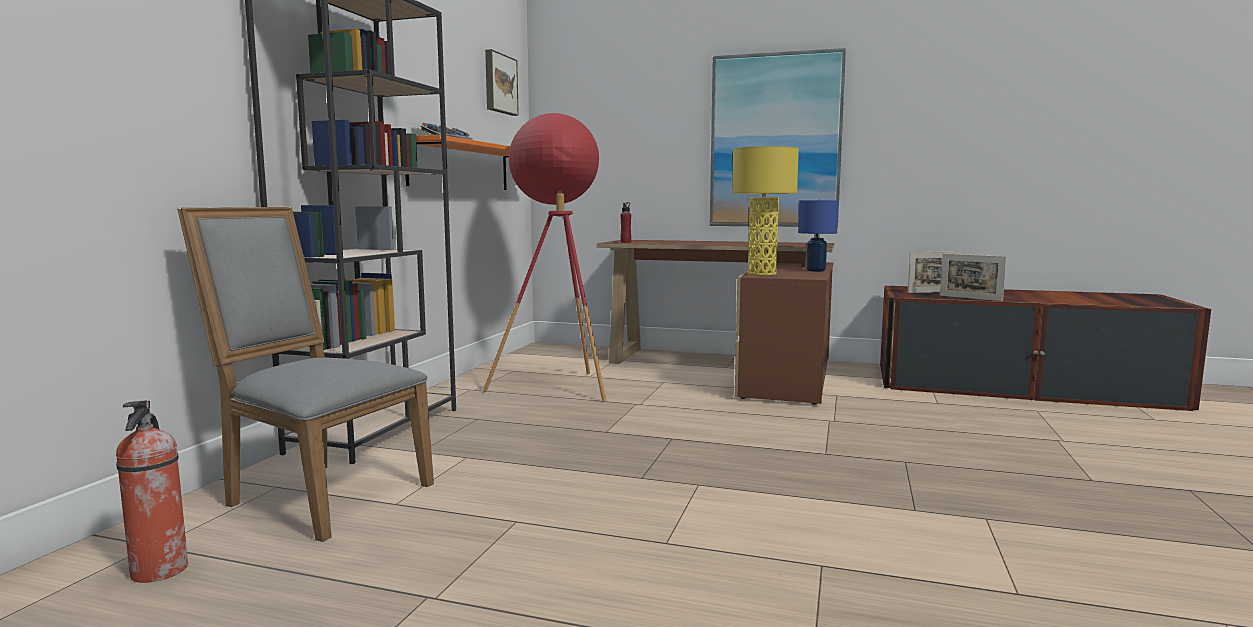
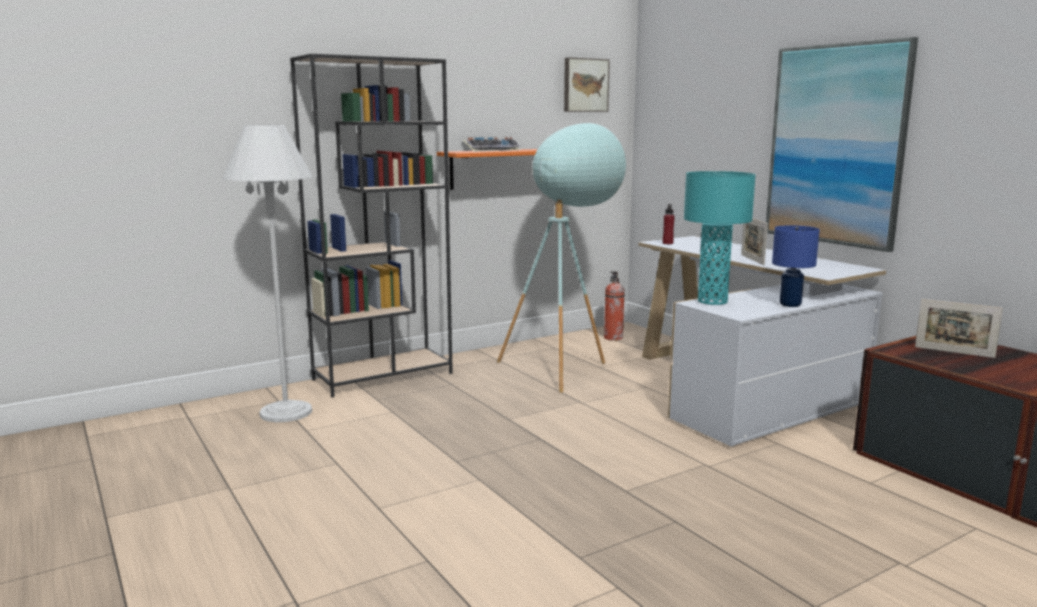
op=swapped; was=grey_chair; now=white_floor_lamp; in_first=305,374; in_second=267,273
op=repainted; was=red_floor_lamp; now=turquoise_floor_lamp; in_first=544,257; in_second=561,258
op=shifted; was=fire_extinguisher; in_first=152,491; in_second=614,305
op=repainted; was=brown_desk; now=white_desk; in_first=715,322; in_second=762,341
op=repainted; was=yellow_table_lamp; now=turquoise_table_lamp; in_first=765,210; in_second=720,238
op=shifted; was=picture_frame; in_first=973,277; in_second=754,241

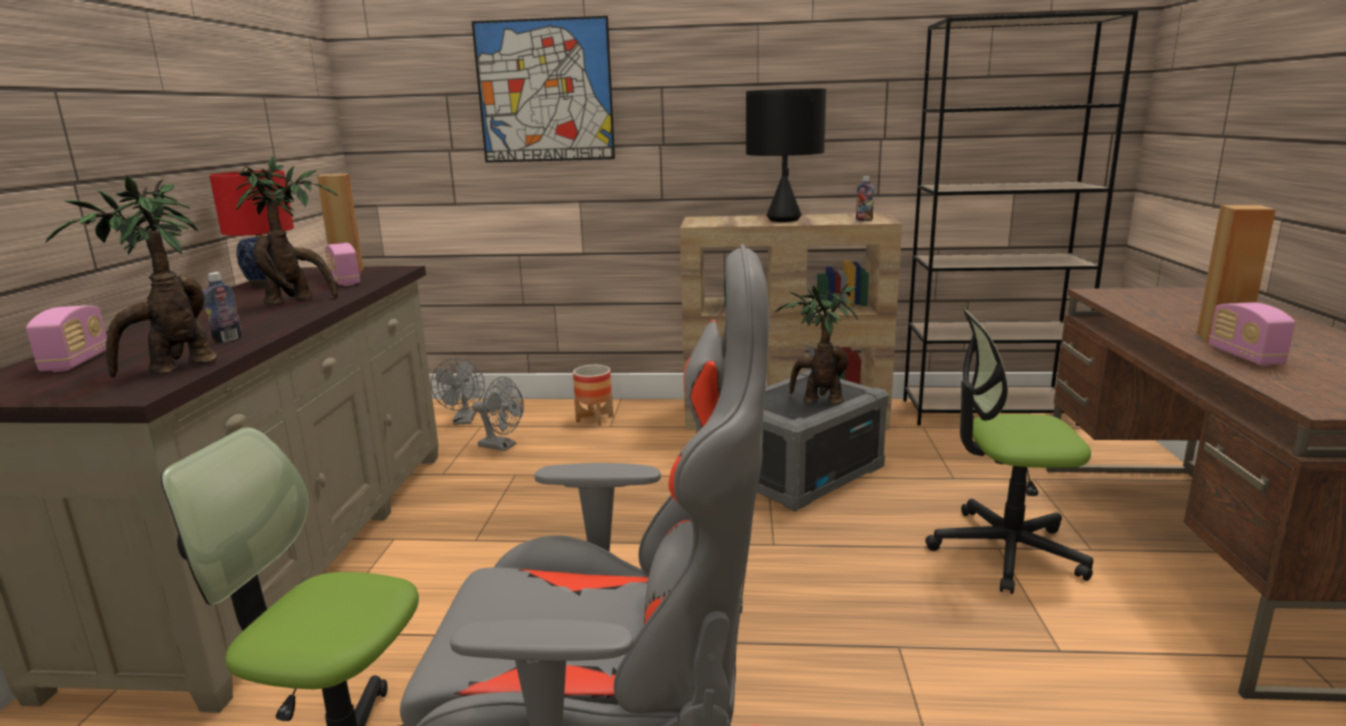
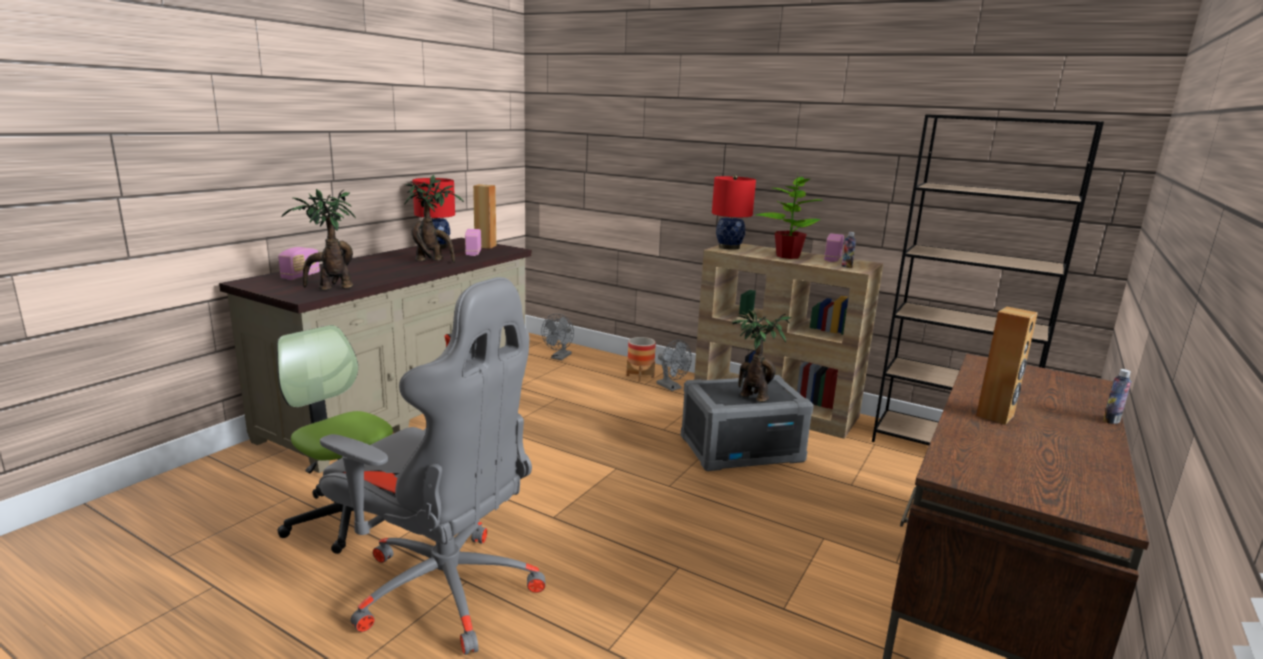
op=shifted; was=grey_fan; in_first=498,414; in_second=674,365
op=new; now=red_table_lamp; in_second=734,212
op=swapped; was=black_table_lamp; now=potted_plant; in_first=786,155; in_second=789,215
op=shifted; was=radio; in_first=1252,334; in_second=834,247
op=shifted; was=bottle; in_first=222,307; in_second=1117,396
op=gone; was=picture; in_first=543,89
op=gone; was=office_chair; in_first=1009,451

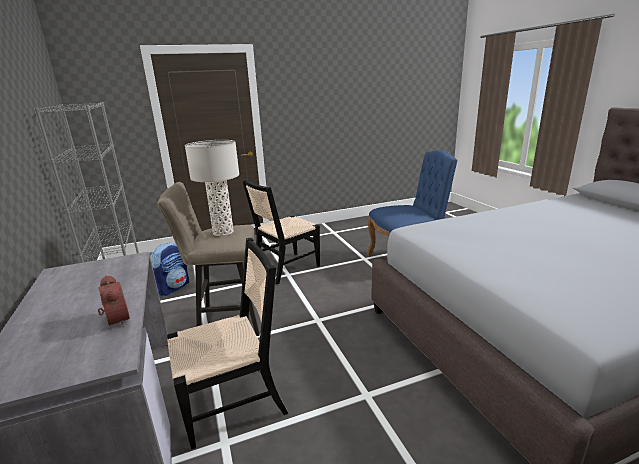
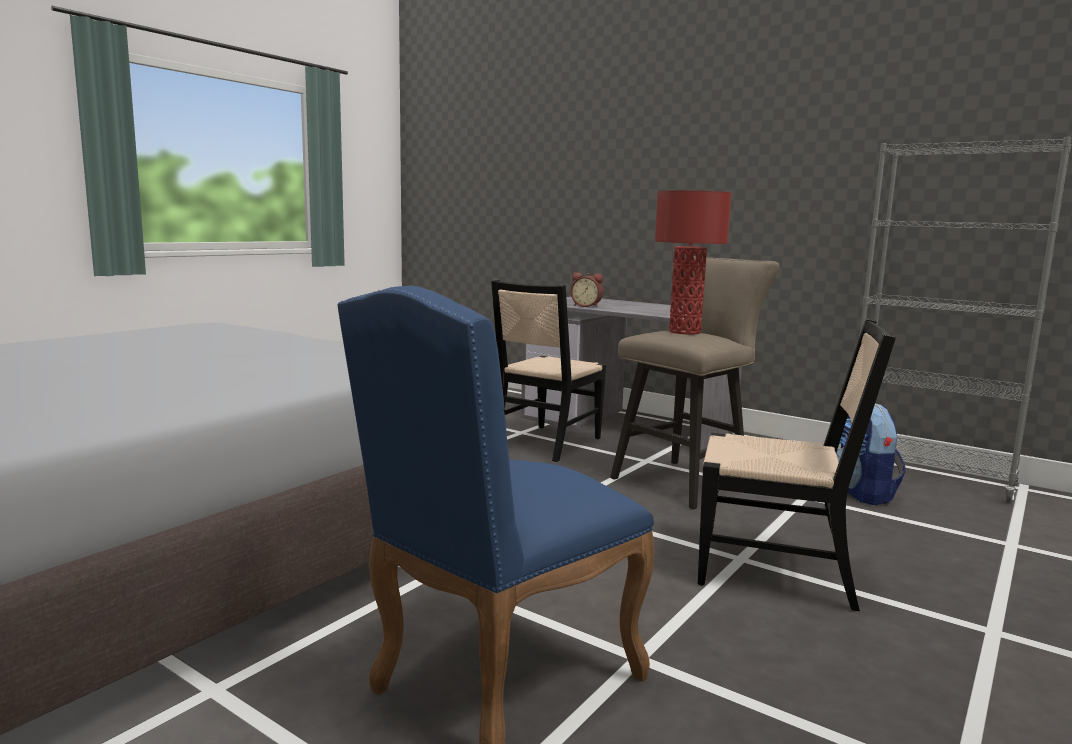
op=repainted; was=white_table_lamp; now=red_table_lamp; in_first=212,188; in_second=693,263
op=rotated; was=chair; in_first=281,231; in_second=797,464; clockwise=90

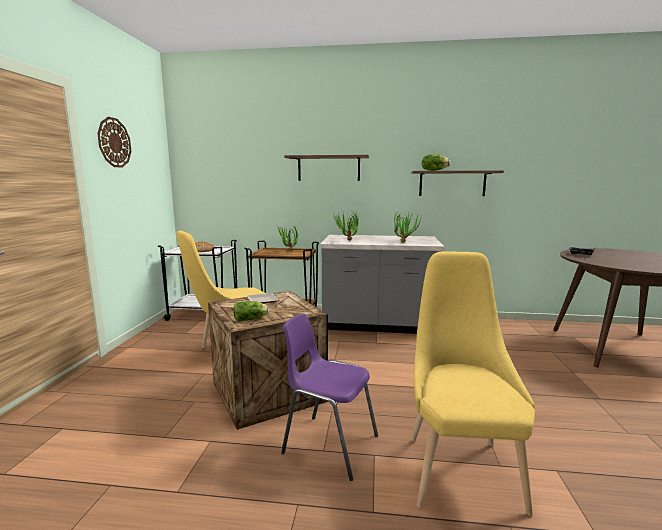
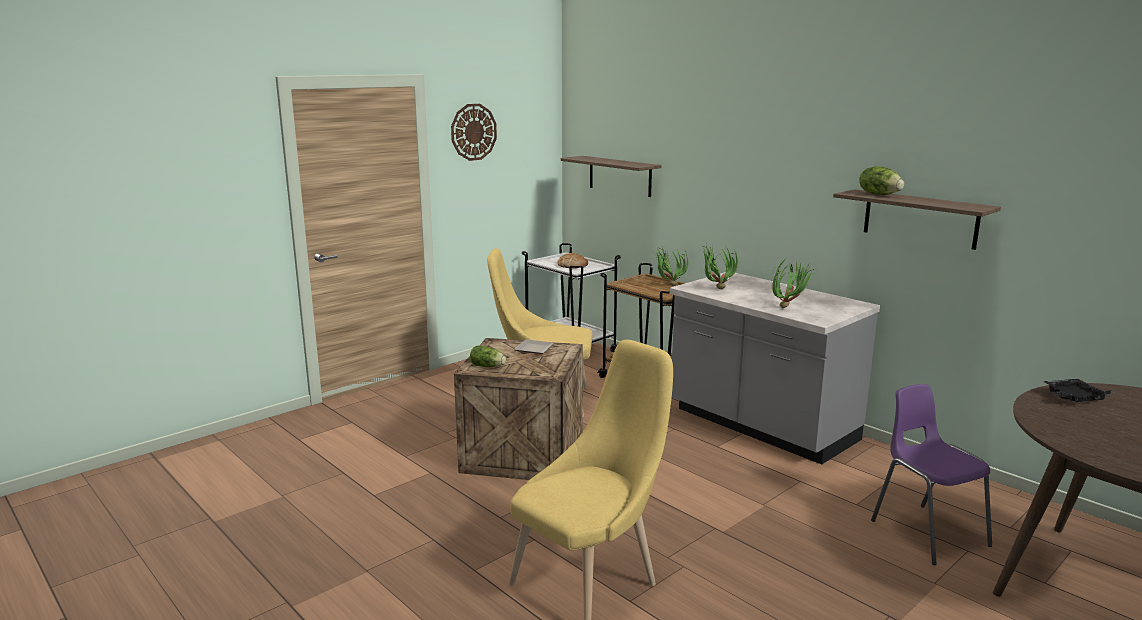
op=shifted; was=shelf; in_first=326,168; in_second=611,176
op=shifted; was=purple_chair; in_first=329,397; in_second=931,474

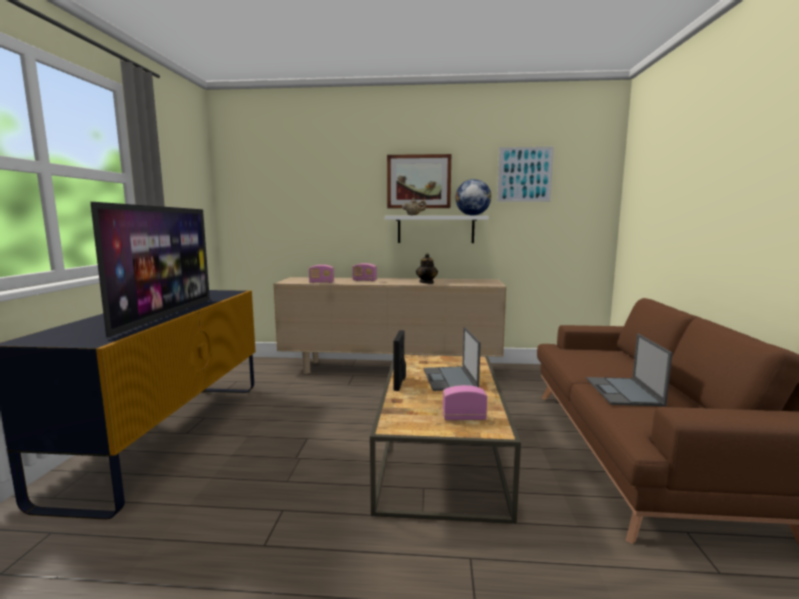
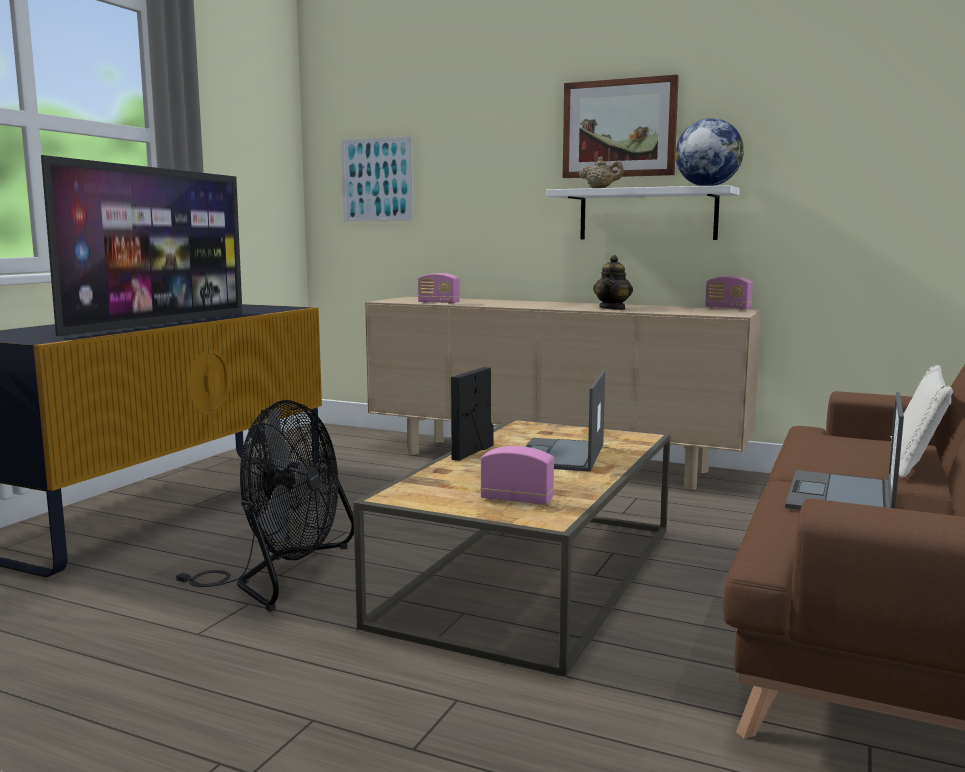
op=new; now=black_fan; in_second=265,506
op=shifted; was=picture; in_first=525,174; in_second=377,179
op=shifted; was=radio; in_first=364,272; in_second=729,293
op=new; now=white_pillow; in_second=921,421

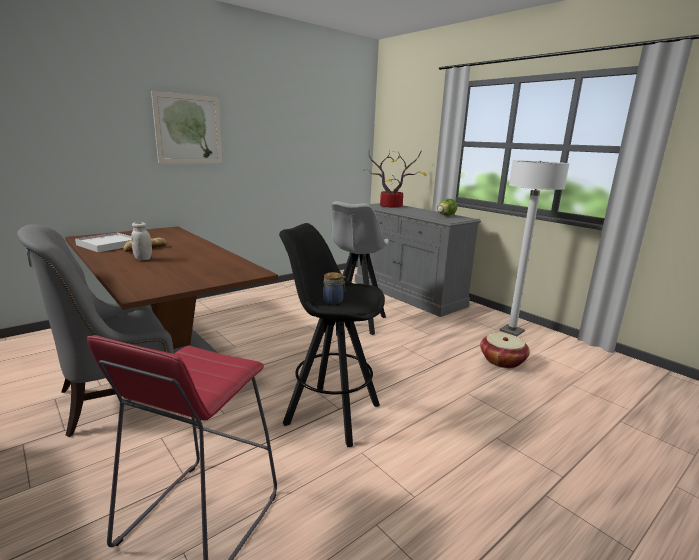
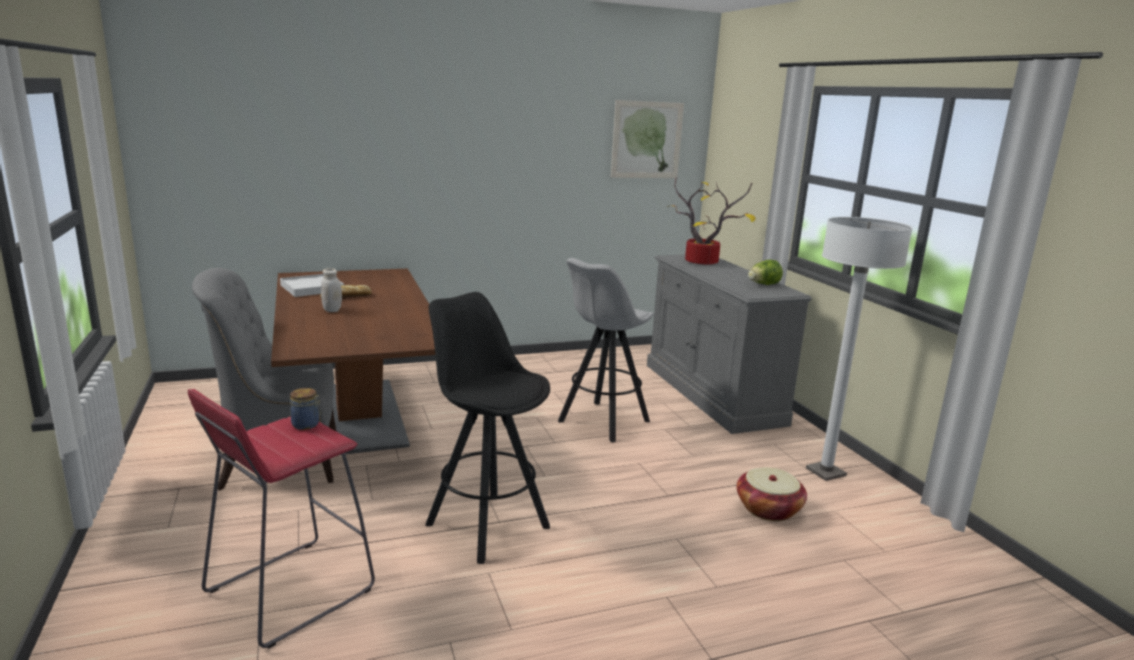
op=shifted; was=jar; in_first=334,288; in_second=305,409
op=shifted; was=picture; in_first=186,127; in_second=647,139

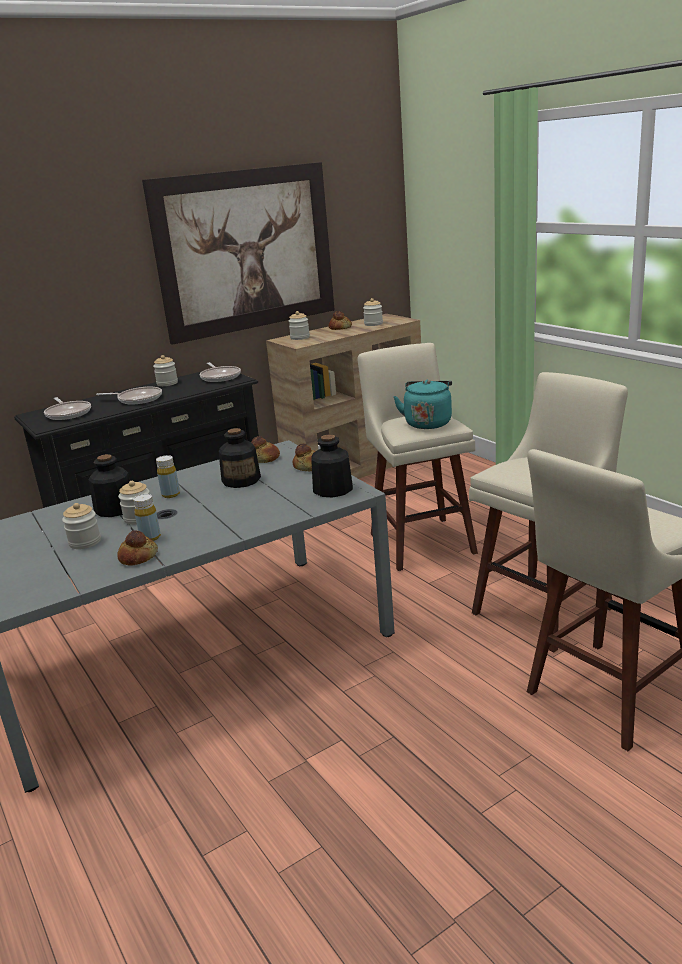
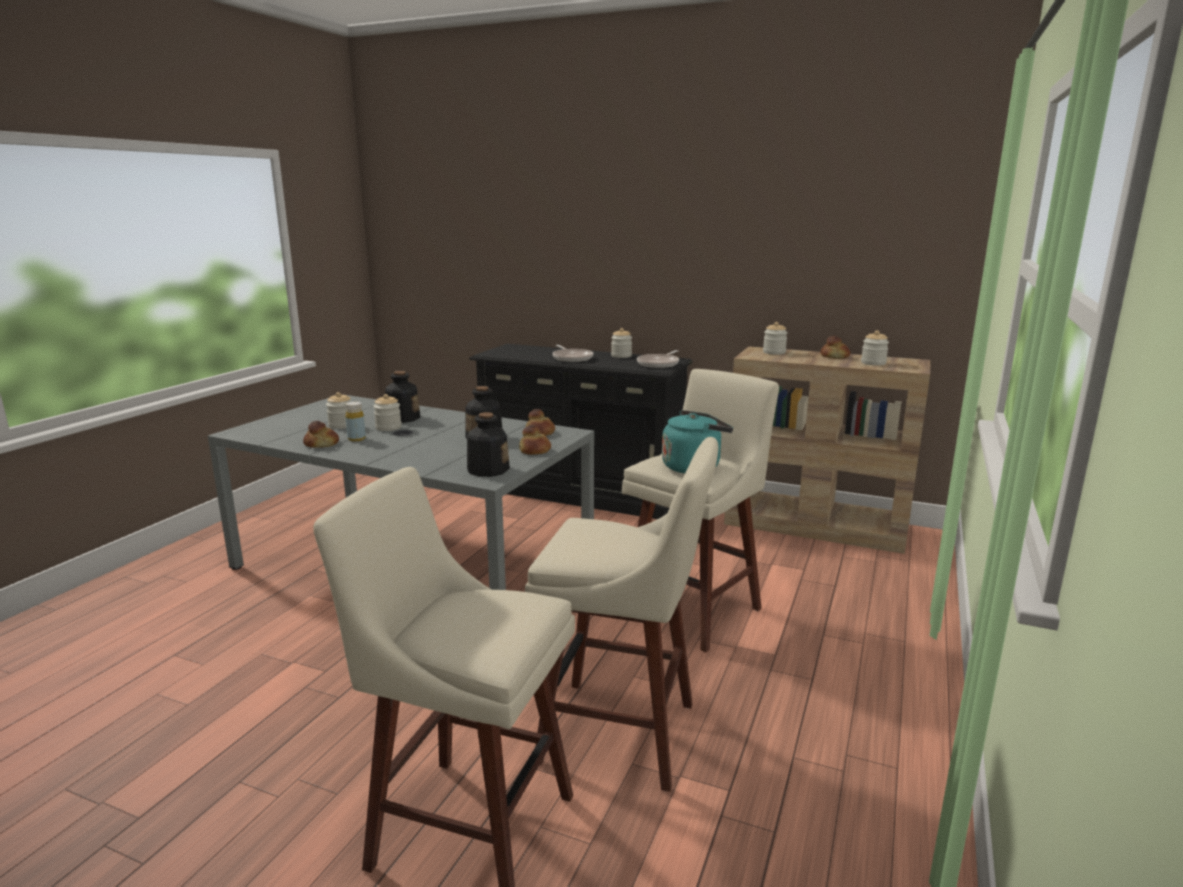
op=gone; was=frying_pan; in_first=67,408
op=gone; was=picture; in_first=238,253
op=gone; was=yellow_bottle; in_first=168,476

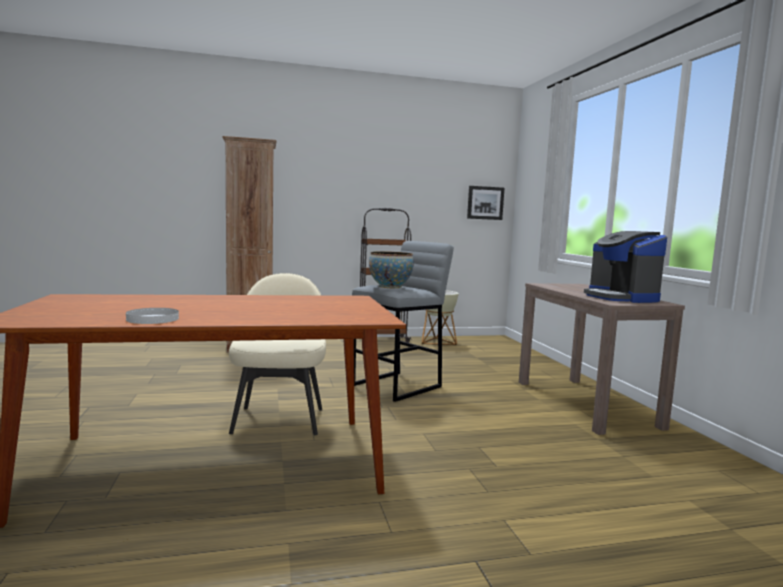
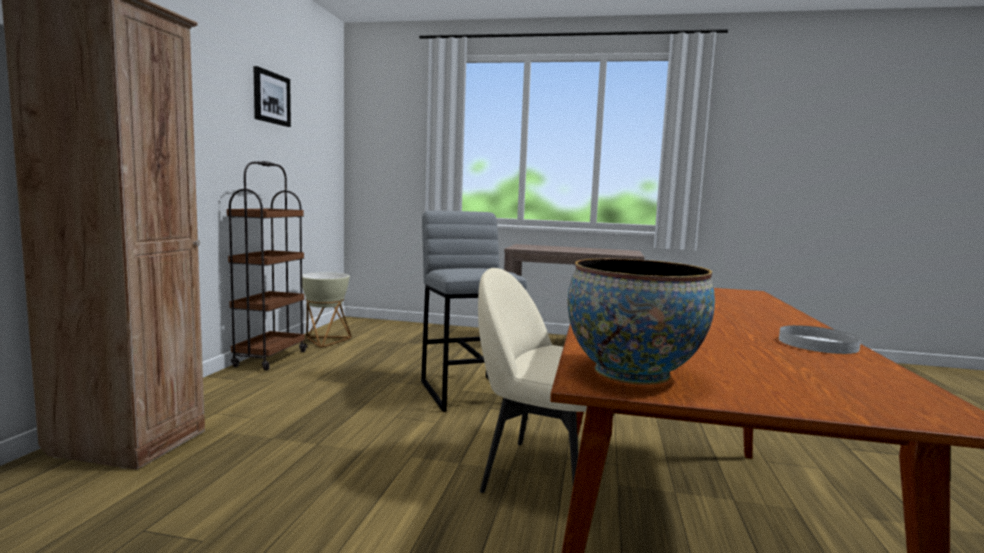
op=shifted; was=picture; in_first=485,203; in_second=272,96
op=shifted; was=bowl; in_first=391,269; in_second=641,322
op=gone; was=coffee_machine; in_first=625,267

